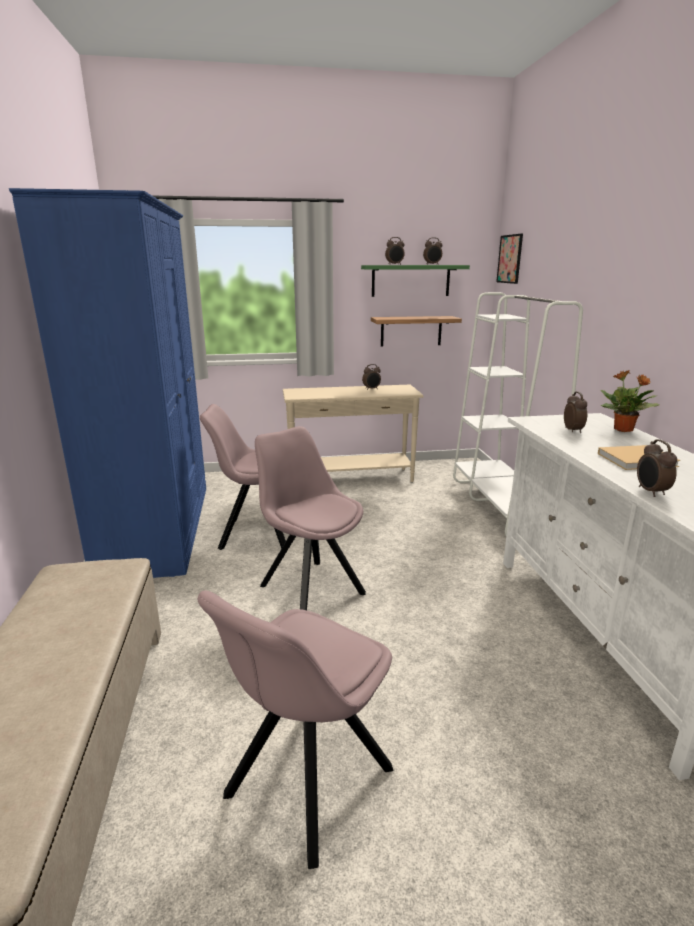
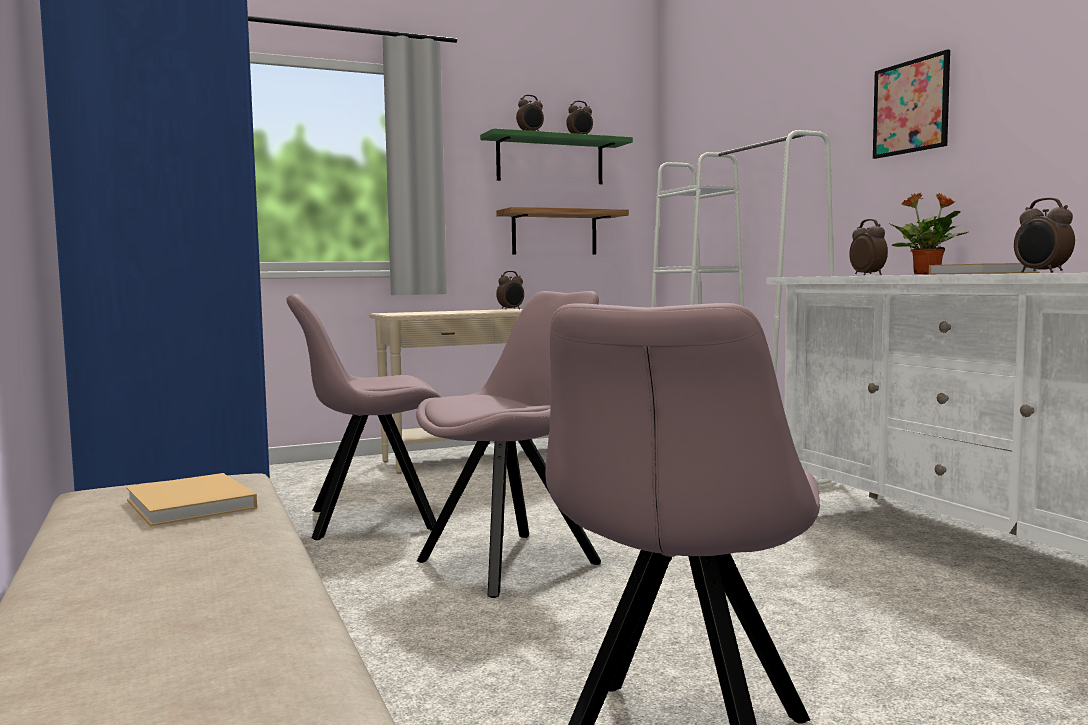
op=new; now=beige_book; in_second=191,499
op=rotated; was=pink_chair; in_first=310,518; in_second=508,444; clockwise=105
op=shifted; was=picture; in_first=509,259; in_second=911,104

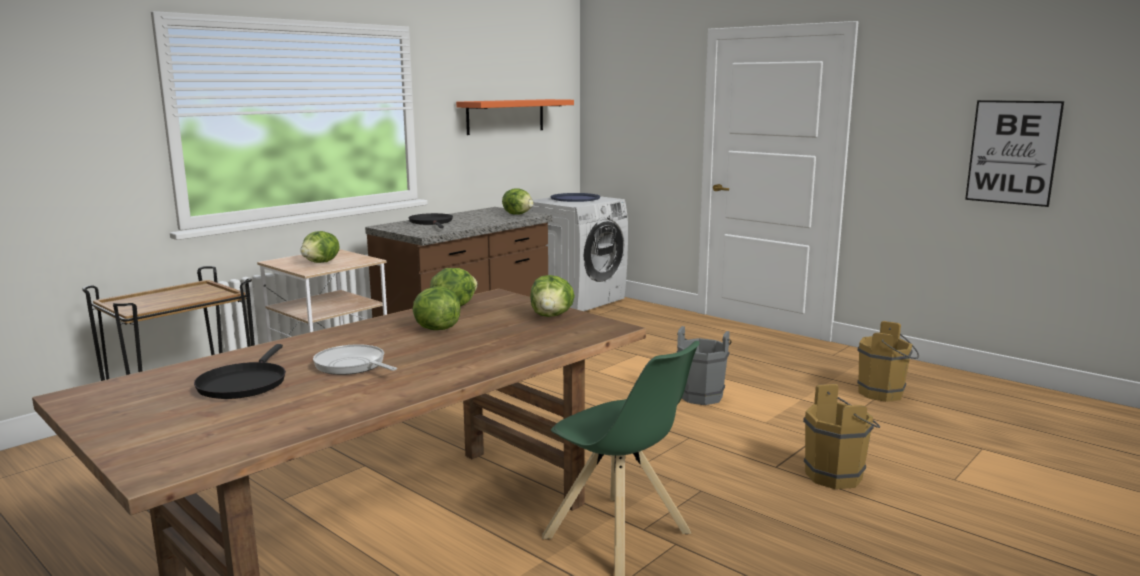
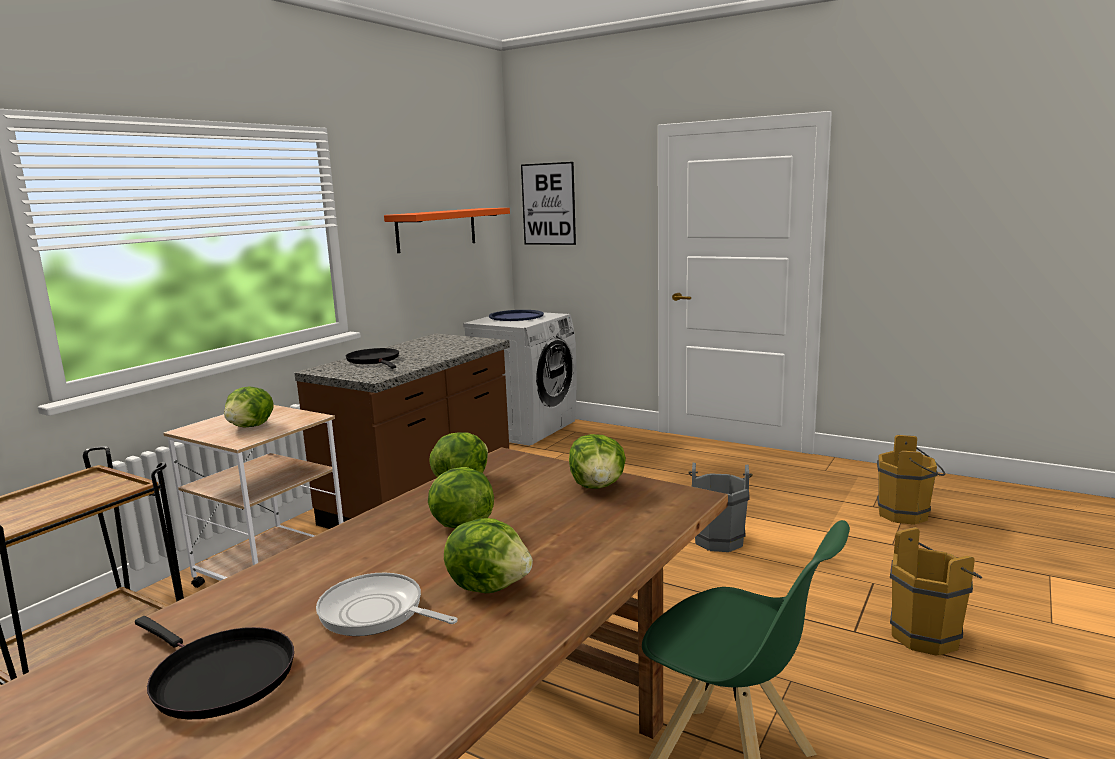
op=rotated; was=black_frying_pan; in_first=240,371; in_second=214,667; clockwise=-45
op=shifted; was=lettuce; in_first=517,201; in_second=488,555
op=shifted; was=picture; in_first=1014,153; in_second=548,203

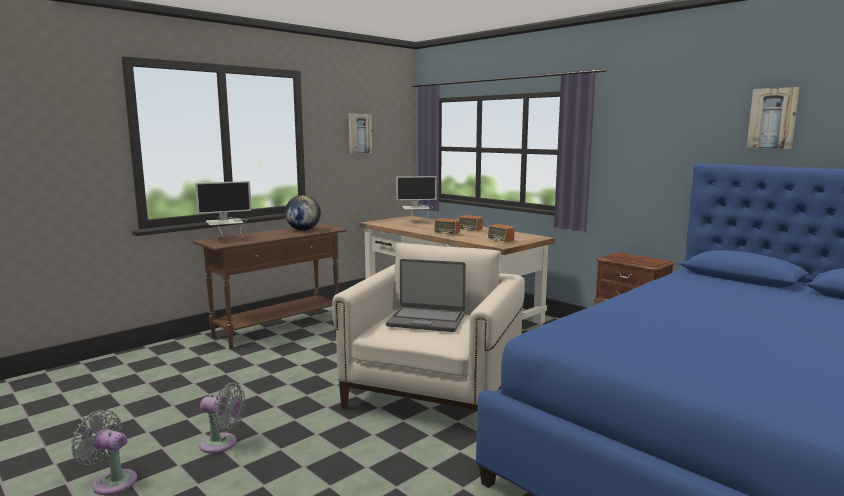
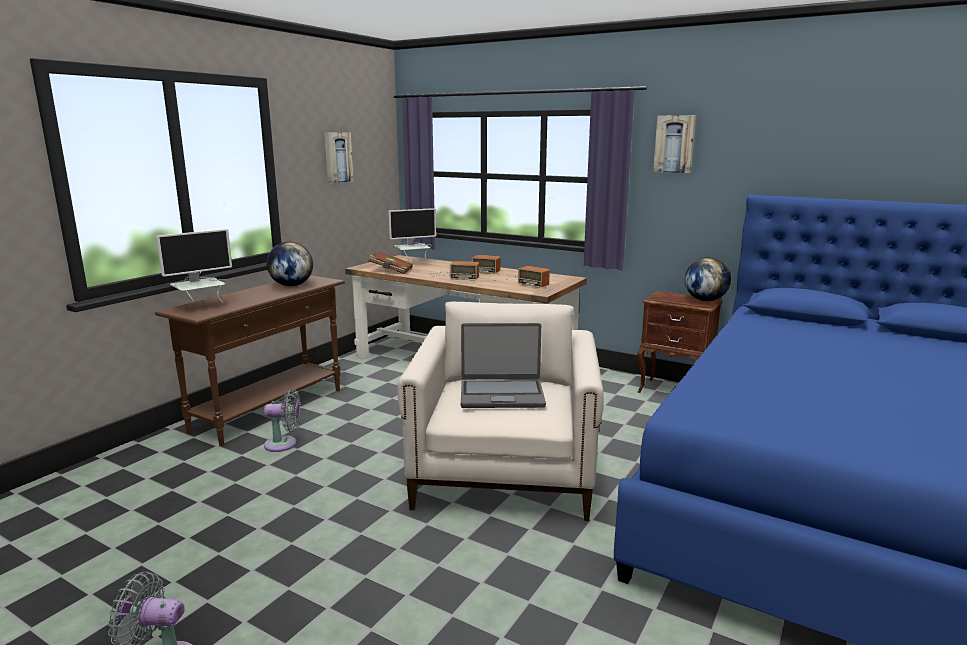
op=shifted; was=grey_fan; in_first=222,418; in_second=282,420
op=new; now=brown_book; in_second=391,262
op=shifted; was=picture; in_first=773,118; in_second=674,144
op=new; now=globe; in_second=708,279

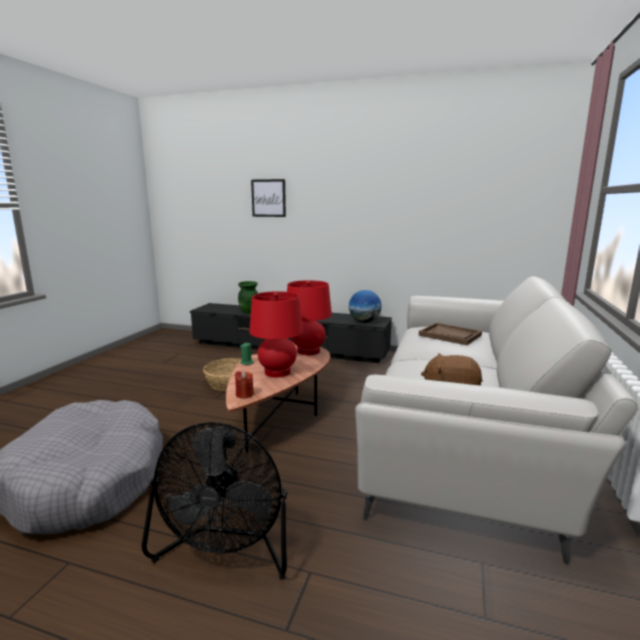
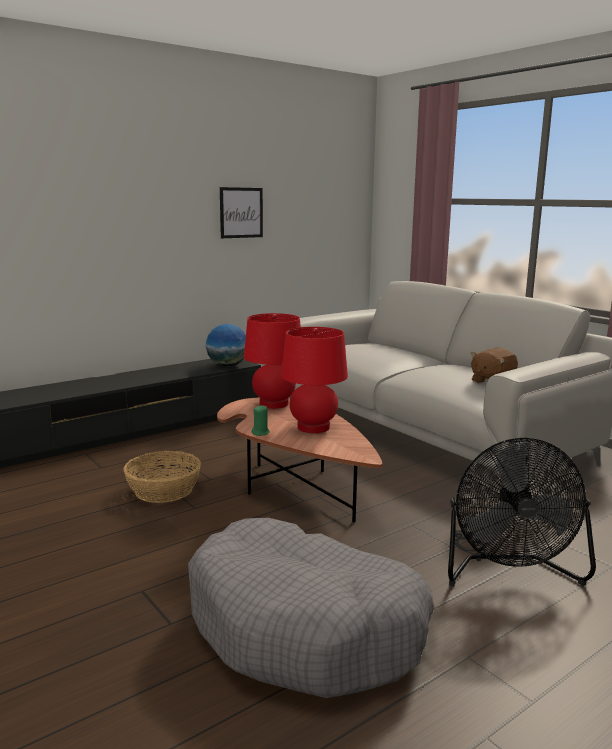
op=shifted; was=picture; in_first=268,198; in_second=241,212
op=rotated; was=black_fan; in_first=214,501; in_second=522,512; clockwise=45
op=gone; was=red_candle; in_first=244,385
op=gone; was=green_vase; in_first=248,297
op=gone; was=brown_tray; in_first=450,334

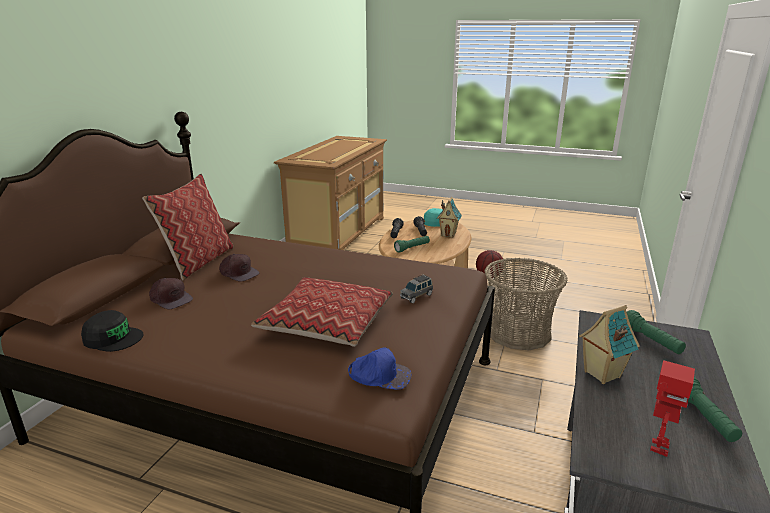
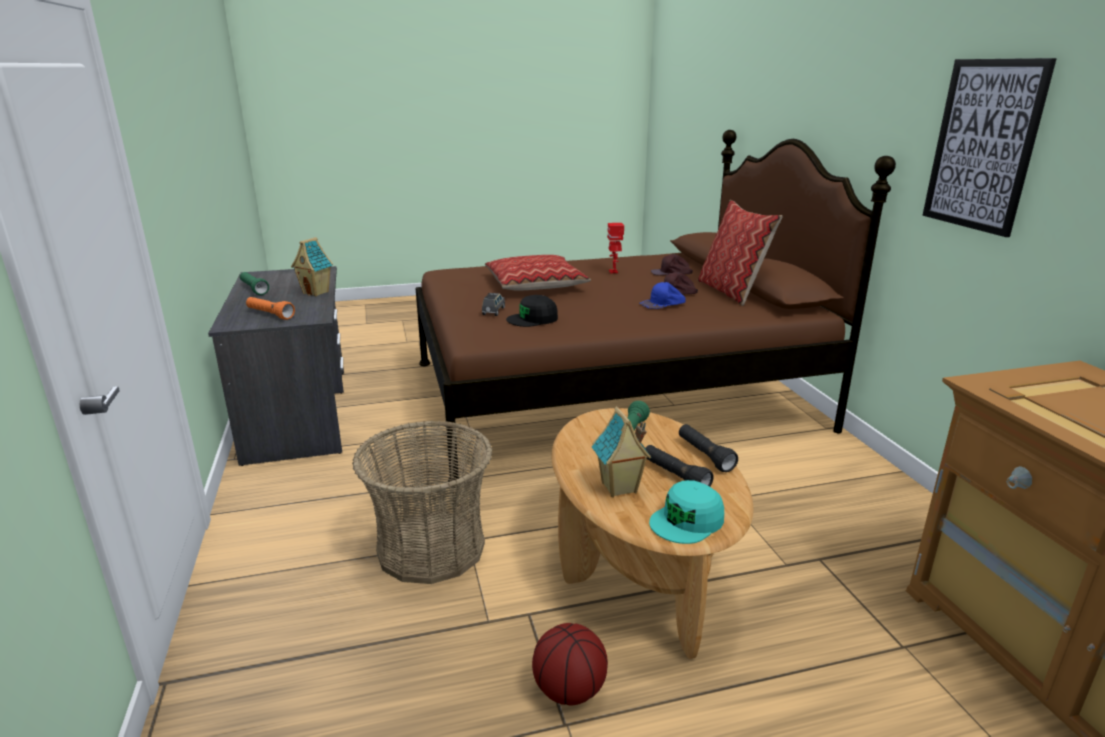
op=repainted; was=green_flashlight; now=orange_flashlight; in_first=656,332; in_second=270,308
op=shifted; was=black_cap; in_first=112,331; in_second=532,311
op=shifted; was=toy_robot; in_first=672,408; in_second=615,248
op=shifted; was=blue_cap; in_first=380,368; in_second=662,295
op=new; now=picture; in_second=989,147

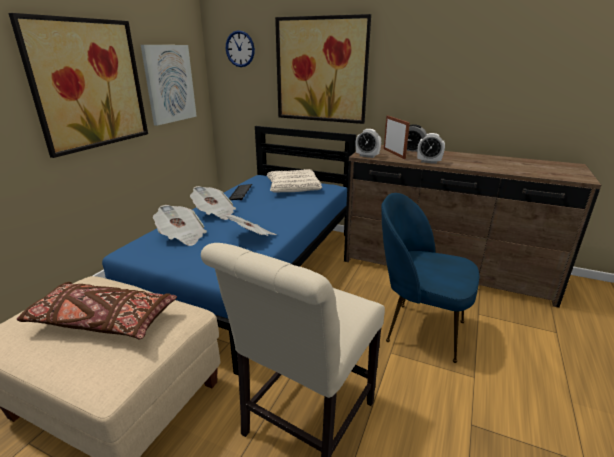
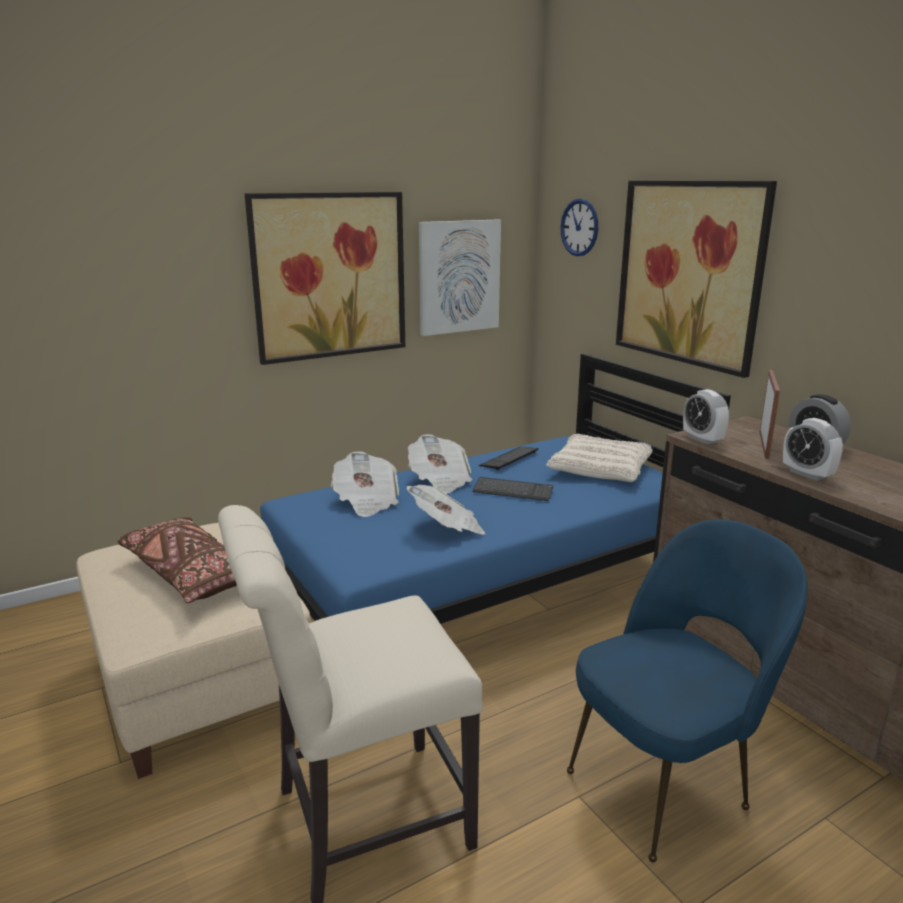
op=new; now=keyboard; in_second=512,489
op=rotated; was=blue_chair; in_first=430,278; in_second=687,691; clockwise=90

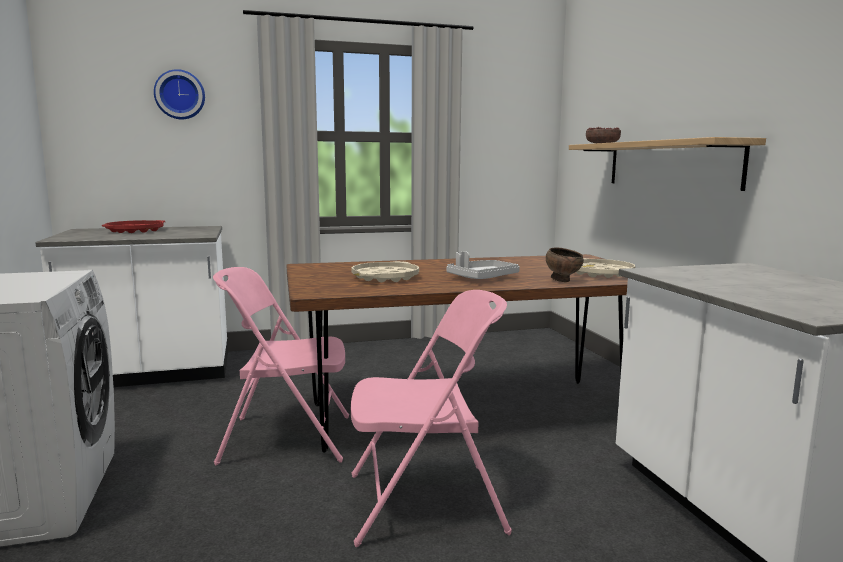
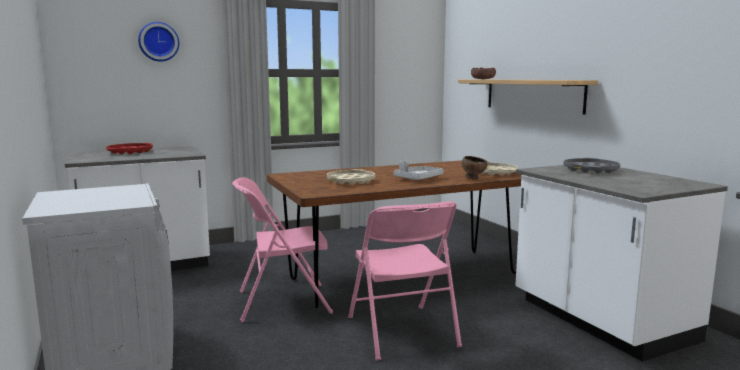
op=rotated; was=pink_chair; in_first=431,418; in_second=405,281; clockwise=90
op=new; now=grey_tray; in_second=591,166

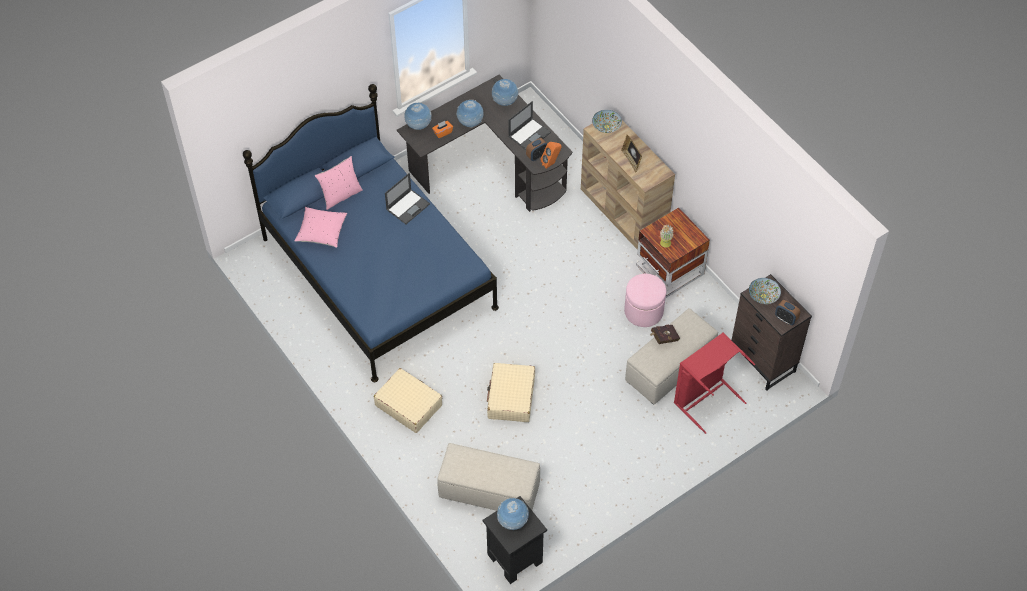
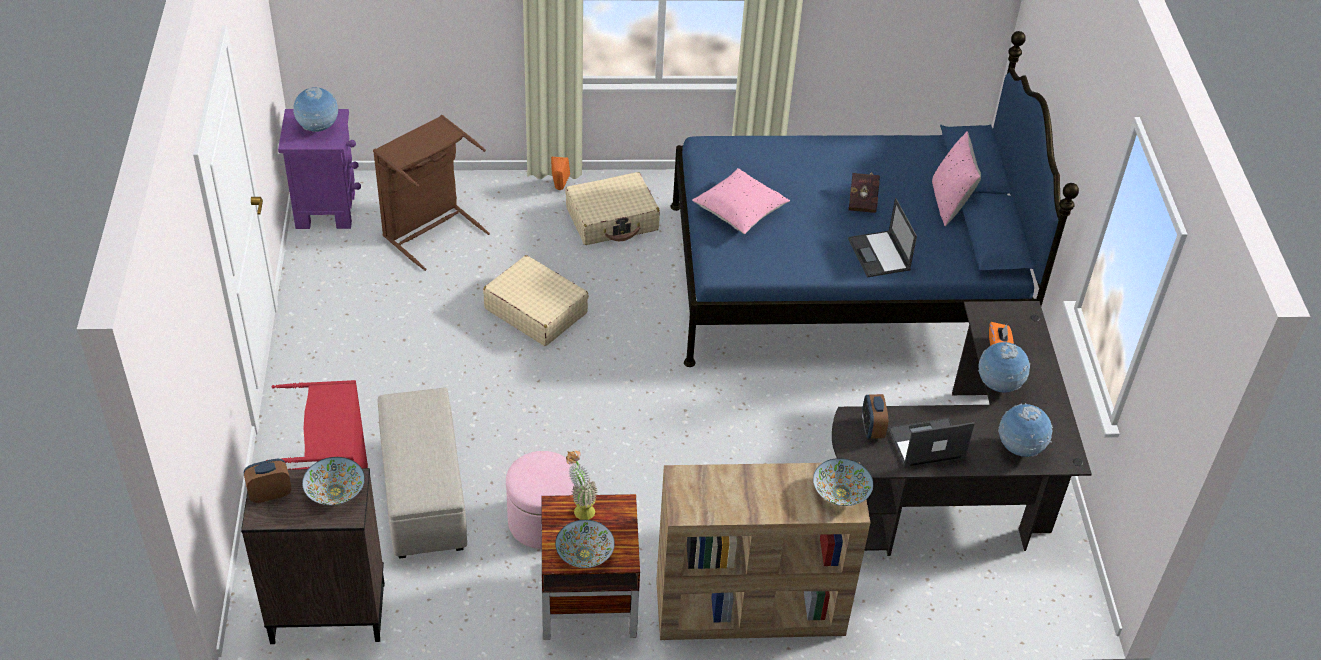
op=repainted; was=black_nightstand; now=purple_nightstand; in_first=515,540; in_second=319,169
op=swapped; was=beige_ottoman; now=brown_laundry_basket; in_first=488,477; in_second=431,193
op=shifted; was=orange_speaker; in_first=550,155; in_second=560,173
op=new; now=bowl; in_second=585,544
op=shifted; was=pink_pillow; in_first=320,227; in_second=741,201
op=shifted; was=red_book; in_first=665,334; in_second=864,192
op=rotated; was=laptop; in_first=529,125; in_second=931,443; clockwise=90
op=gone; was=globe; in_first=418,116
op=gone; was=picture_frame; in_first=631,154

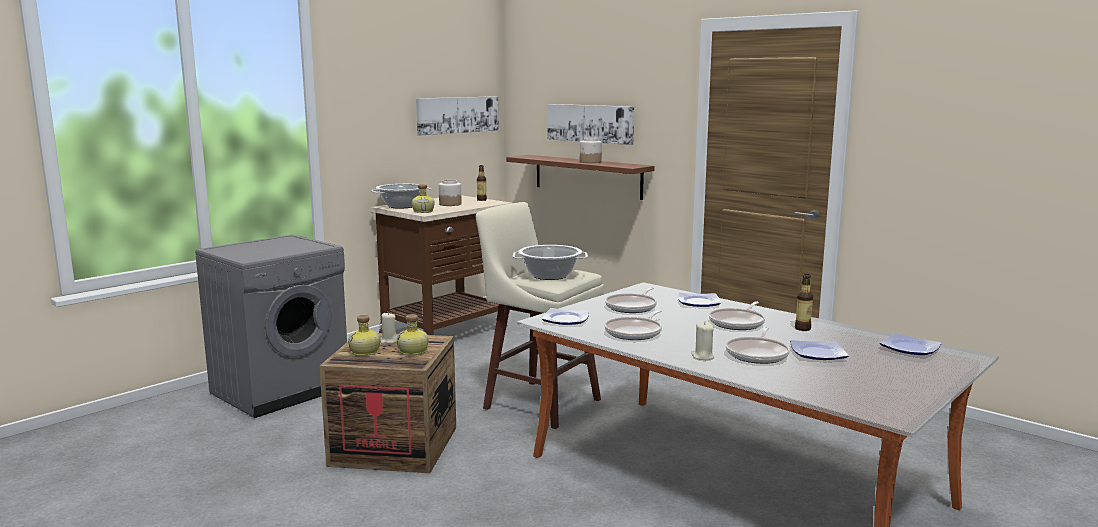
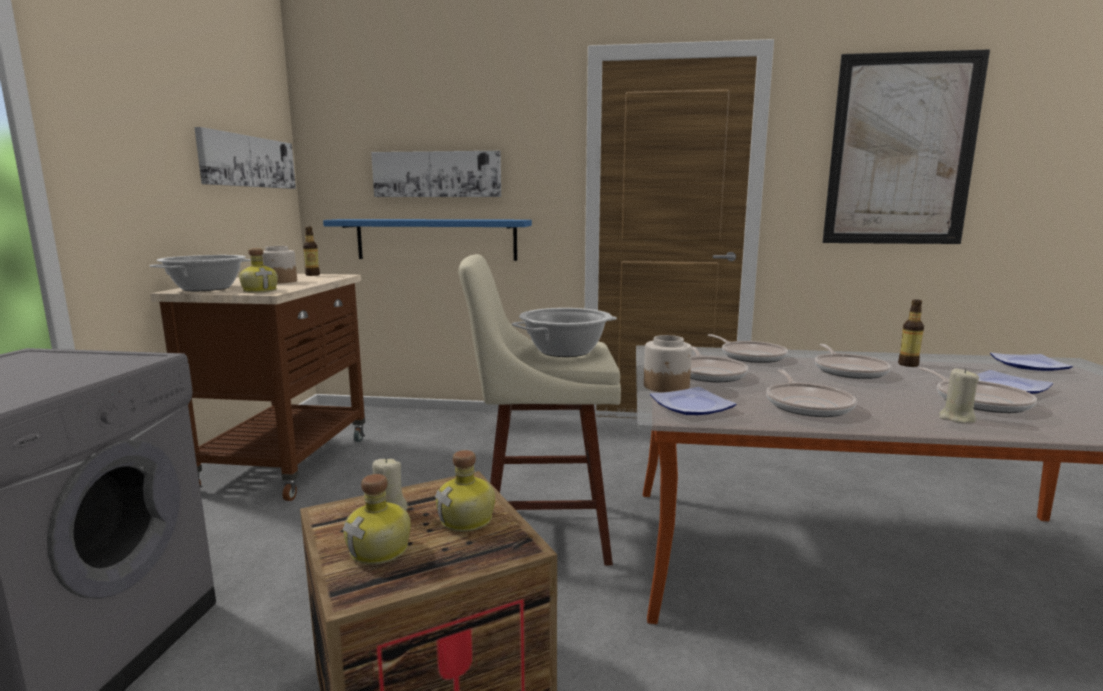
op=repainted; was=brown_shelf; now=blue_shelf; in_first=580,177; in_second=427,240
op=shifted; was=jar; in_first=591,150; in_second=668,364
op=swapped; was=plate; now=frying_pan; in_first=699,299; in_second=748,348
op=new; now=picture; in_second=906,146

